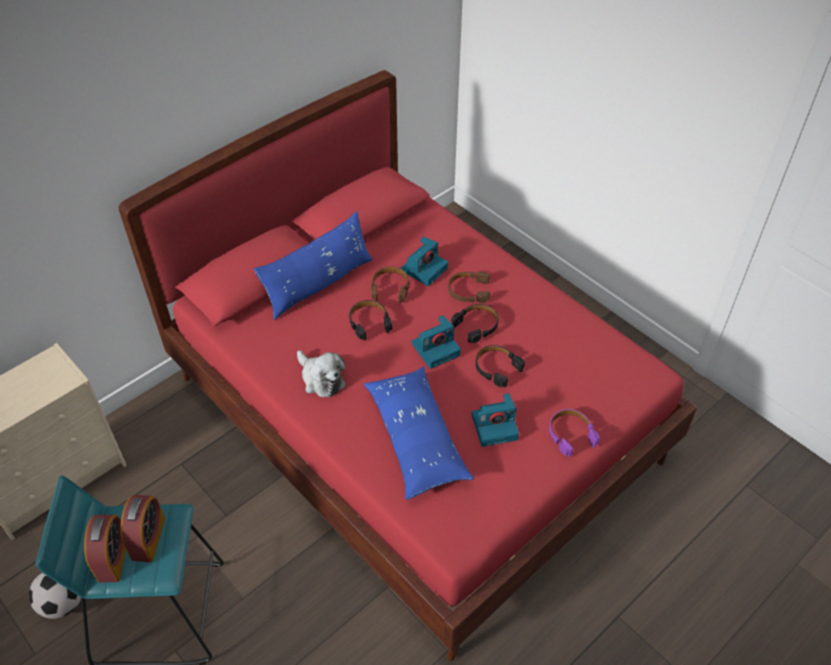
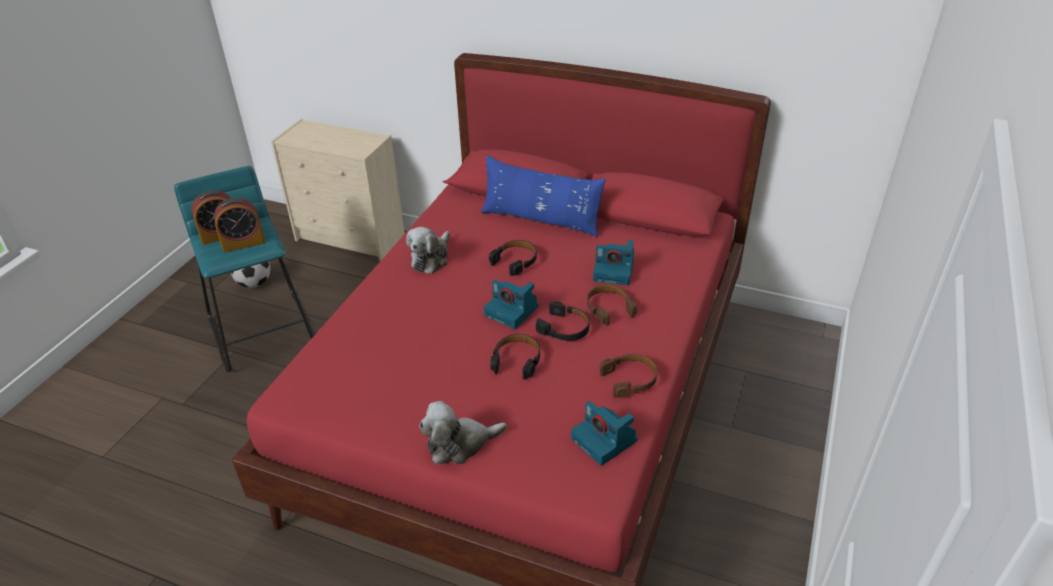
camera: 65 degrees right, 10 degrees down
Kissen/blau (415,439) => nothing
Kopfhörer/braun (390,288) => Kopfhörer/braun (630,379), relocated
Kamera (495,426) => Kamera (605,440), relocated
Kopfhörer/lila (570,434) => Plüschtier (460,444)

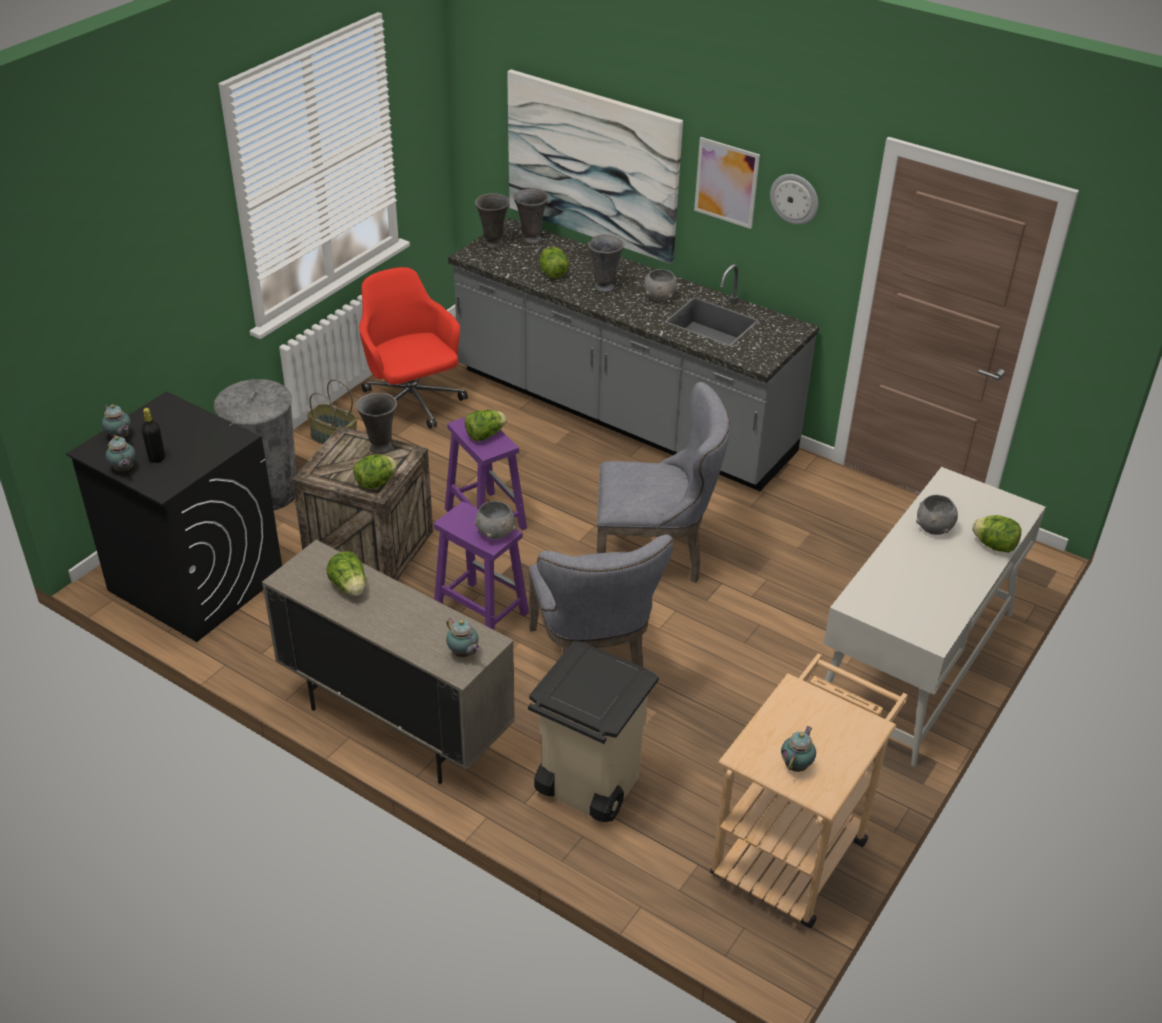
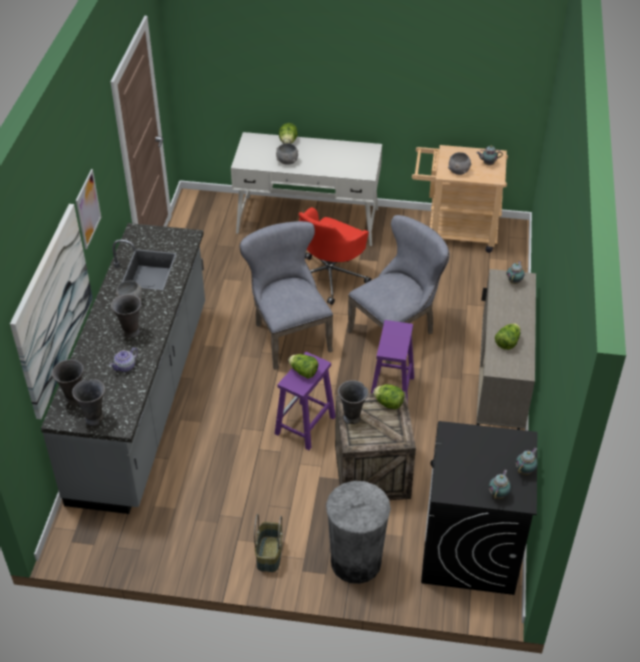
camera: 115 degrees left, 5 degrees up
Flasche/schwarz (157,458) => nothing
Mülleimer/beige (587,786) => nothing
Wanduhr (795,198) => nothing
Bürostuhl/rot (412,405) => Bürostuhl/rot (330,277), relocated
Schüssel/grau (495,533) => Schüssel/grau (459,171), relocated
Salatkopf (553,274) => Teekanne (125,366)

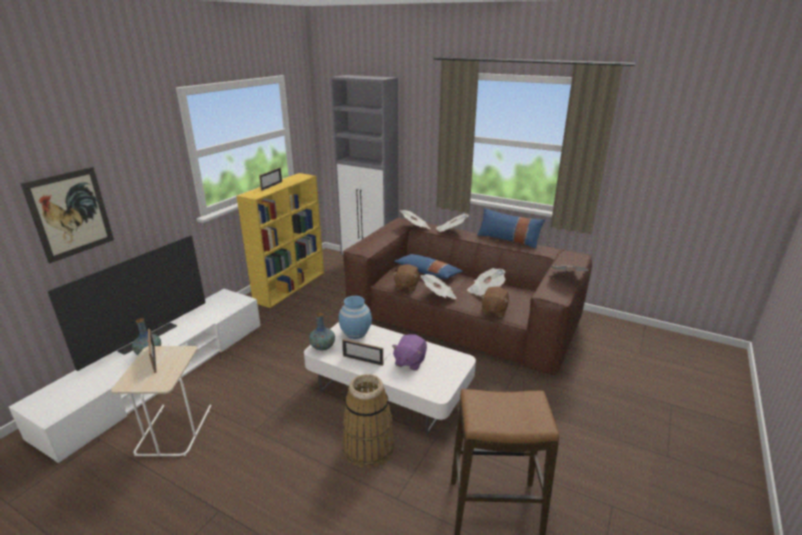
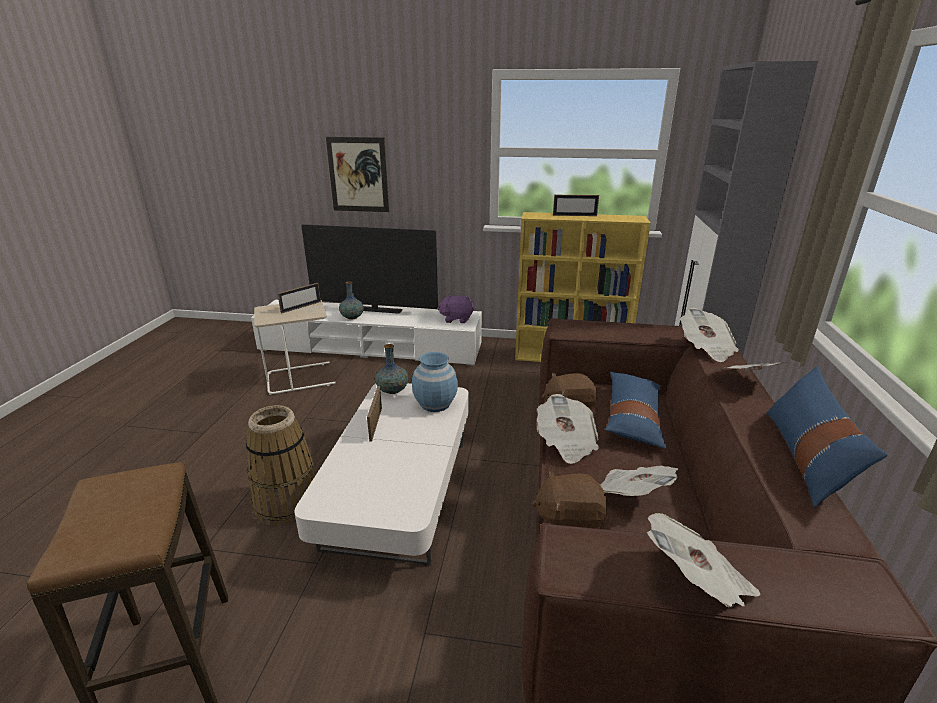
camera: 70 degrees right, 0 degrees up
Plüschtier/lila (409,361) => Plüschtier/lila (456,319), relocated

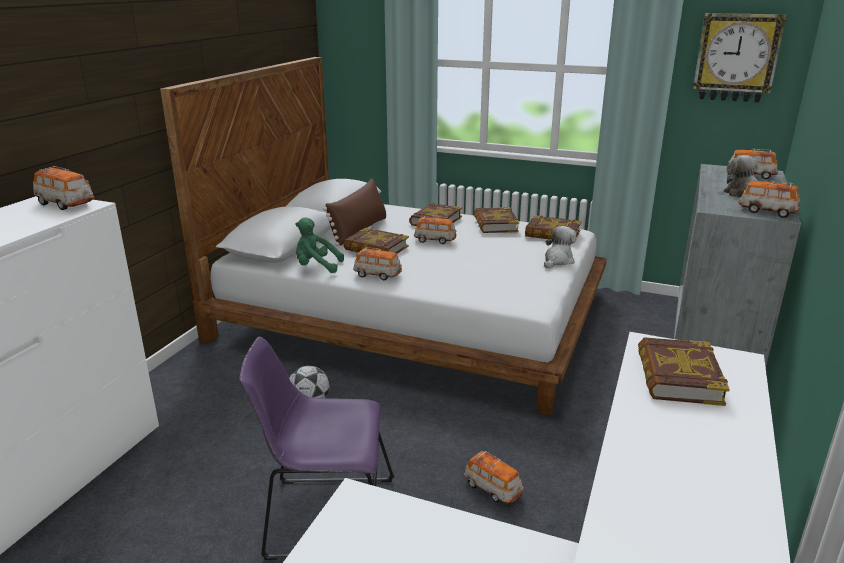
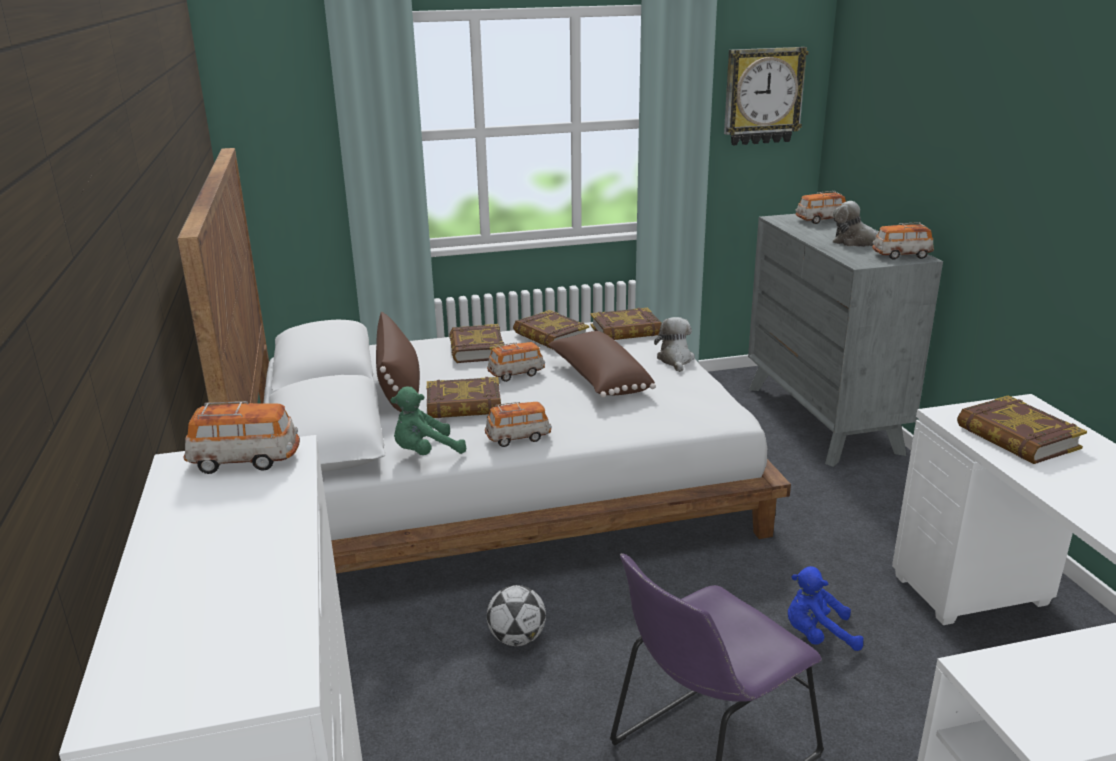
camera: 35 degrees left, 0 degrees up
nothing => Kissen/braun (599,380)
Spielzeugauto (493,489) => Plüschtier/blau (817,635)

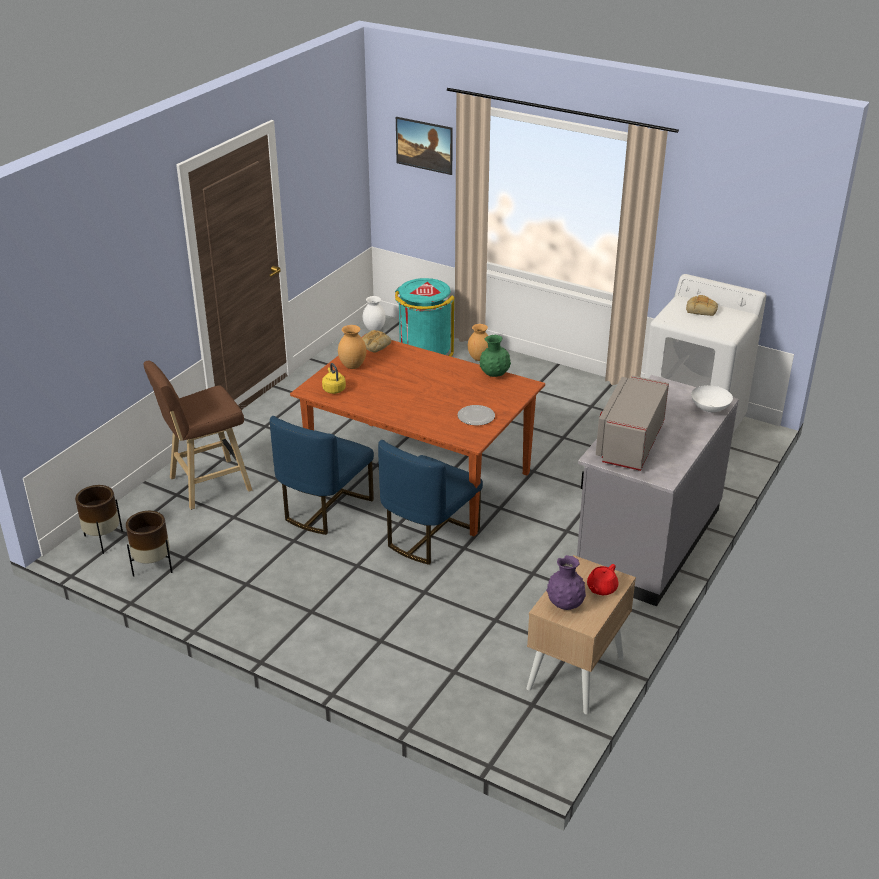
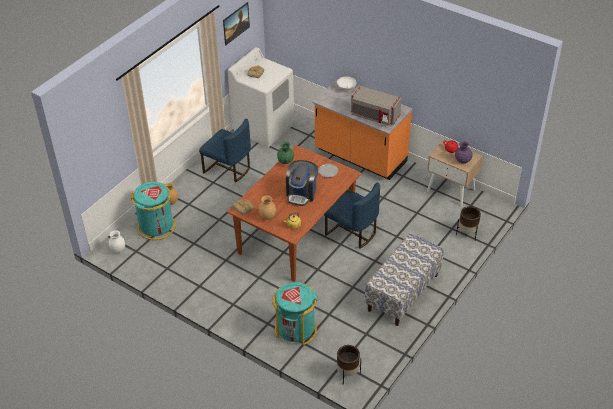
camera: 85 degrees left, 10 degrees up
nothing => Kaffeemaschine (301,193)
nothing => Bank (403,293)
Pflanzkübel/braun (152,567) => Pflanzkübel/braun (467,234), relocated
Stuhl/blau (324,508) => Stuhl/blau (228,169), relocated
Bild (424,157) => Bild (236,29), relocated
Hocker/braun (206,485) => Mülleimer/türkis (296,329)
Küchenzeile/grau (647,541) => Küchenzeile/orange (360,157)

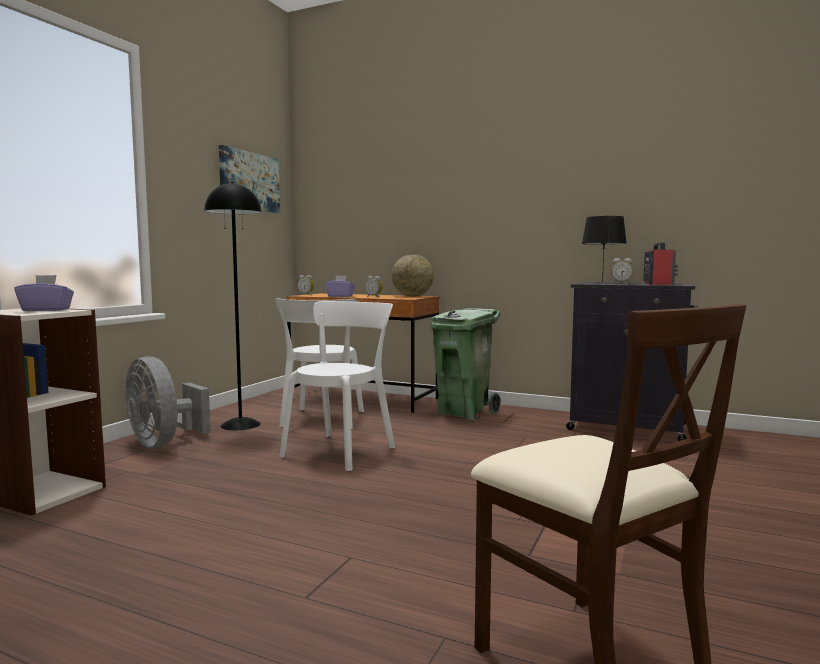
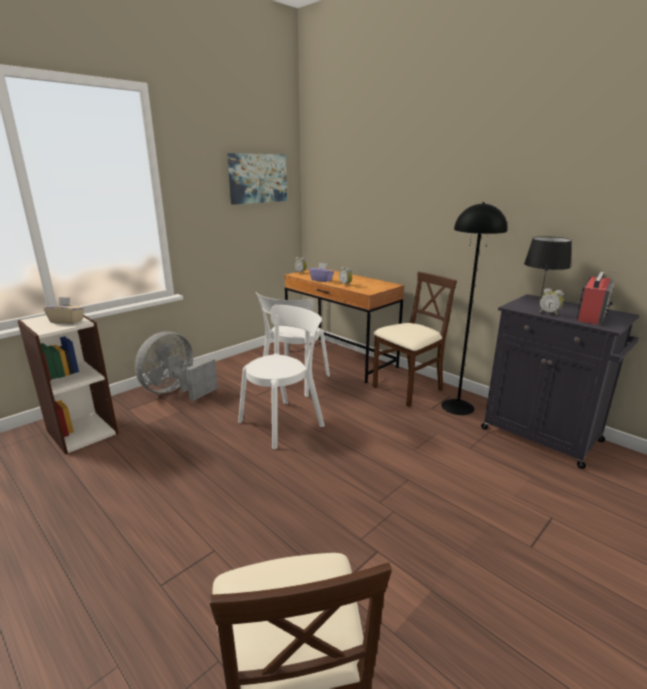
camera: 20 degrees right, 15 degrees up
Globus (412,296) => nothing
Stehlampe/schwarz (240,424) => Stehlampe/schwarz (457,406), relocated
Mülleimer/grün (464,412) => Stuhl/beige (408,390)
Taschentuchbox/lila (46,310) => Taschentuchbox/beige (67,321)
Ventilator/grau (163,443) => Ventilator/grau (176,392), 60 degrees clockwise

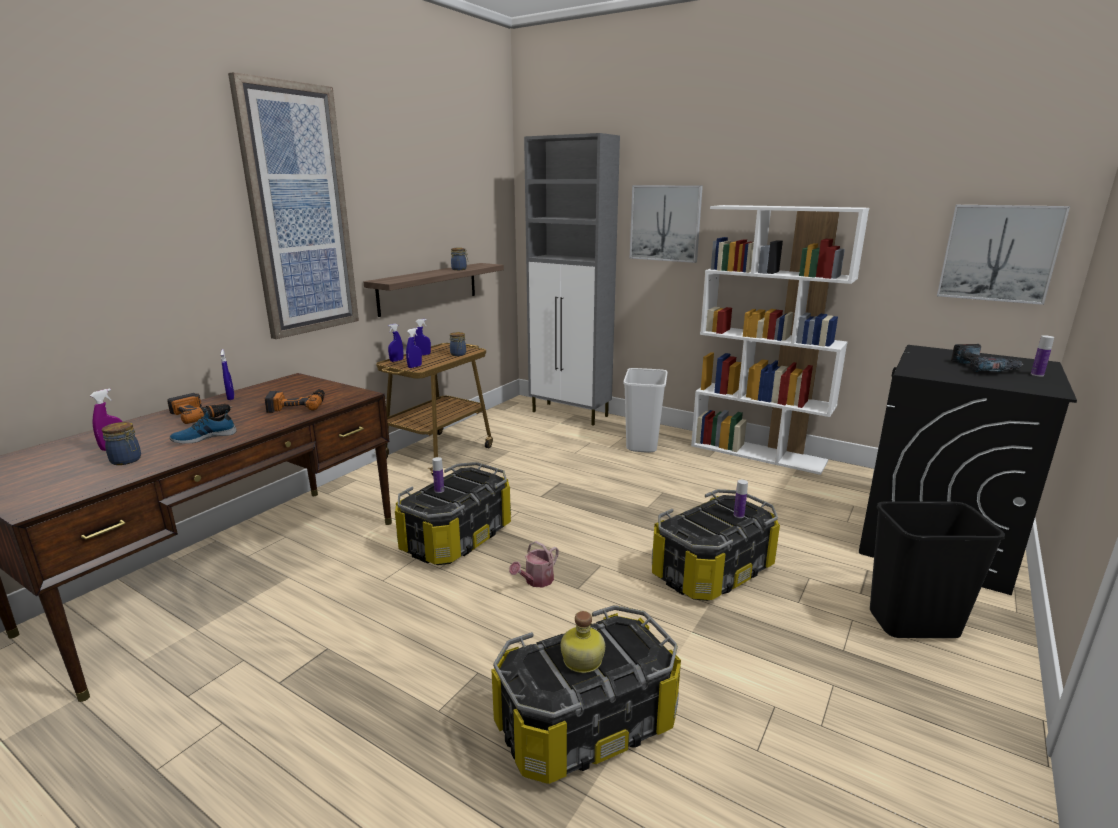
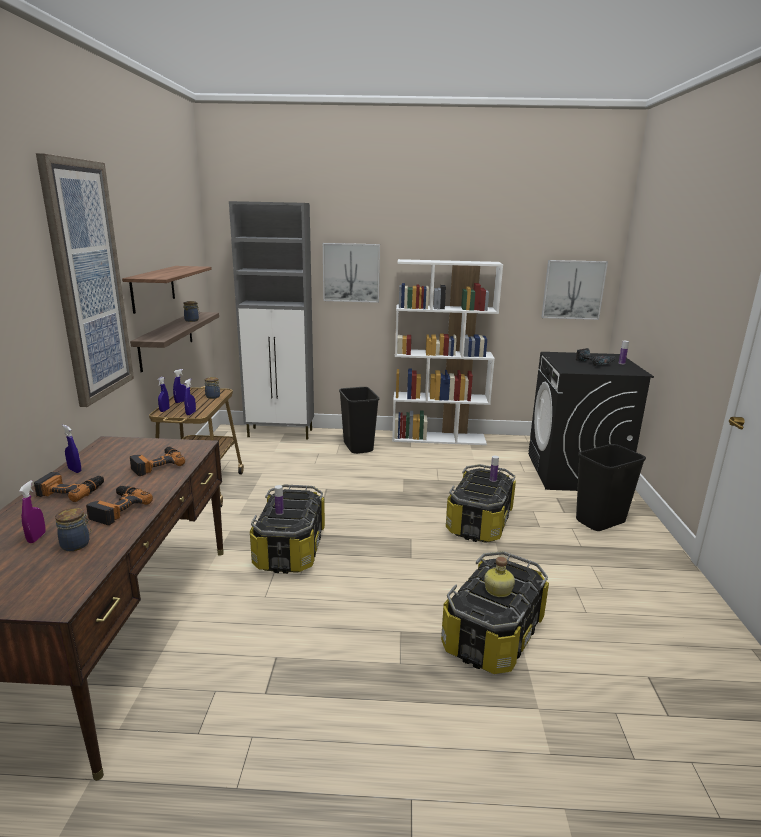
camera: 30 degrees left, 0 degrees up
Gießkanne (536,581) => nothing
nothing => Wandregal (153,288)
Schuh (204,437) => Bohrmaschine (117,508)
Mülleimer/weiß (641,444) => Mülleimer/schwarz (357,447)

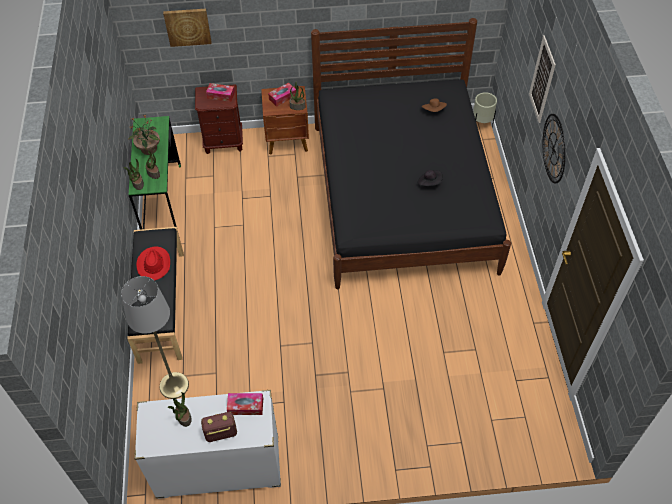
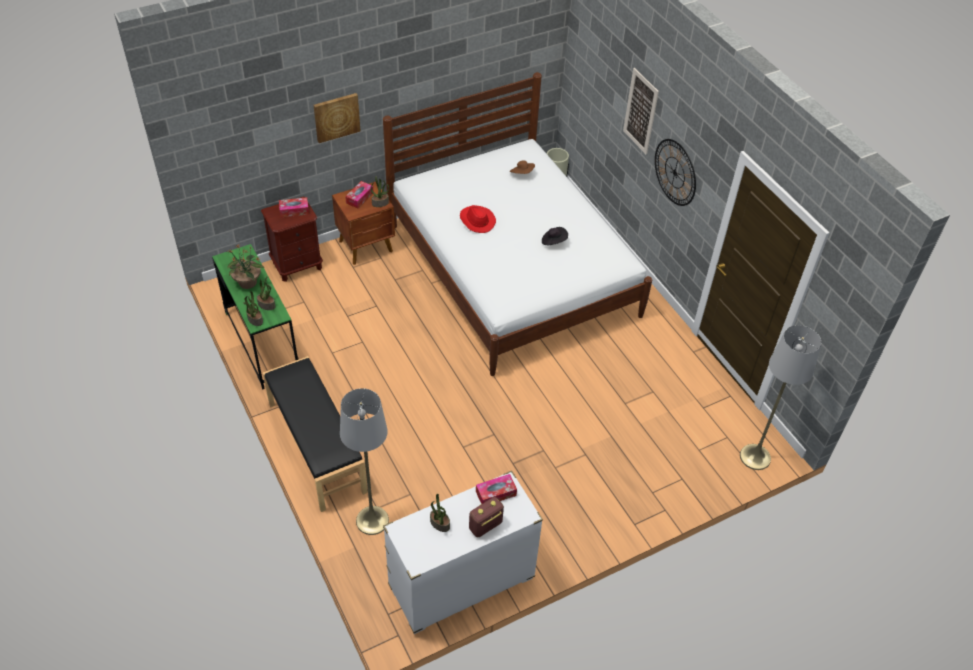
camera: 25 degrees left, 5 degrees down
nothing => Stehlampe/grau (755,457)
Hut/rot (154,264) => Hut/rot (476,220), relocated
Bild (187,26) => Bild (336,117), relocated
Bett/schwarz (402,196) => Bett/weiß (512,270)

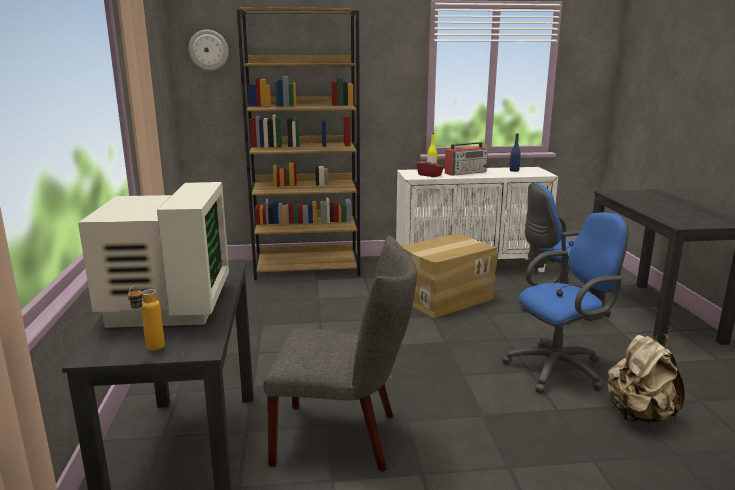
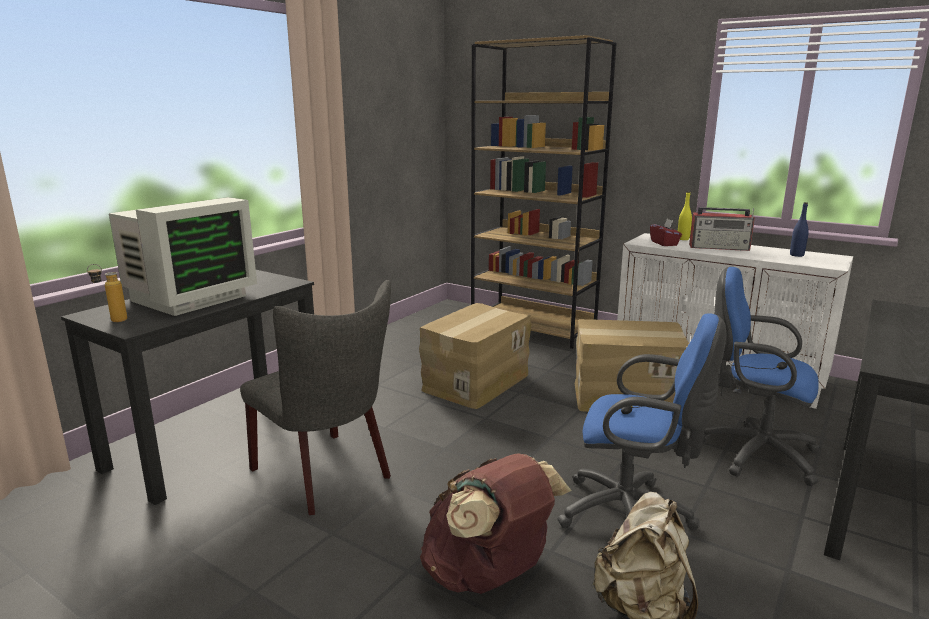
camera: 40 degrees right, 0 degrees up
Wanduhr (208,50) => nothing
nothing => Karton (475,382)
nothing => Rucksack/braun (489,575)

